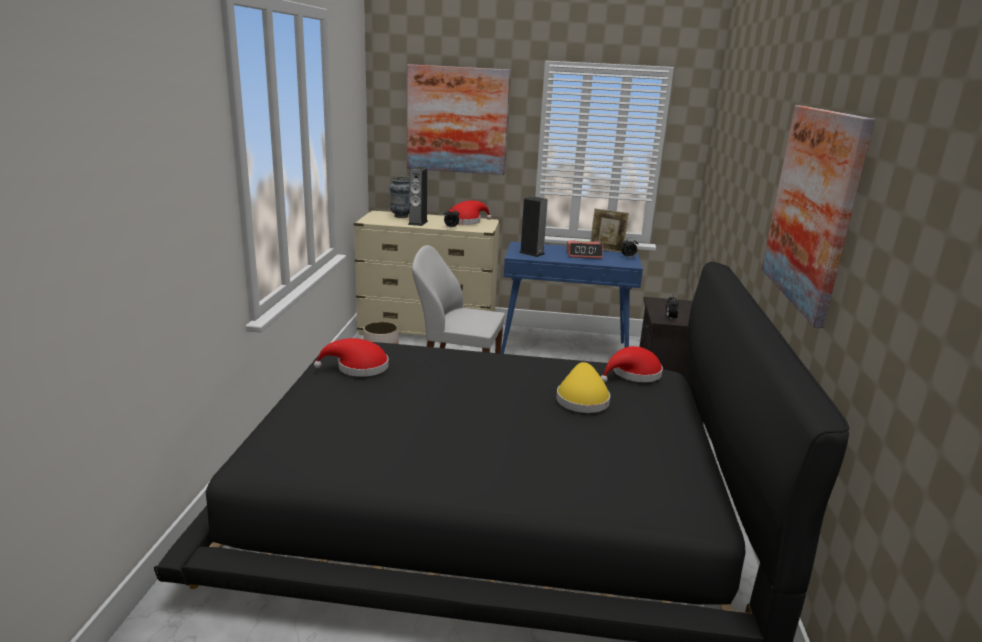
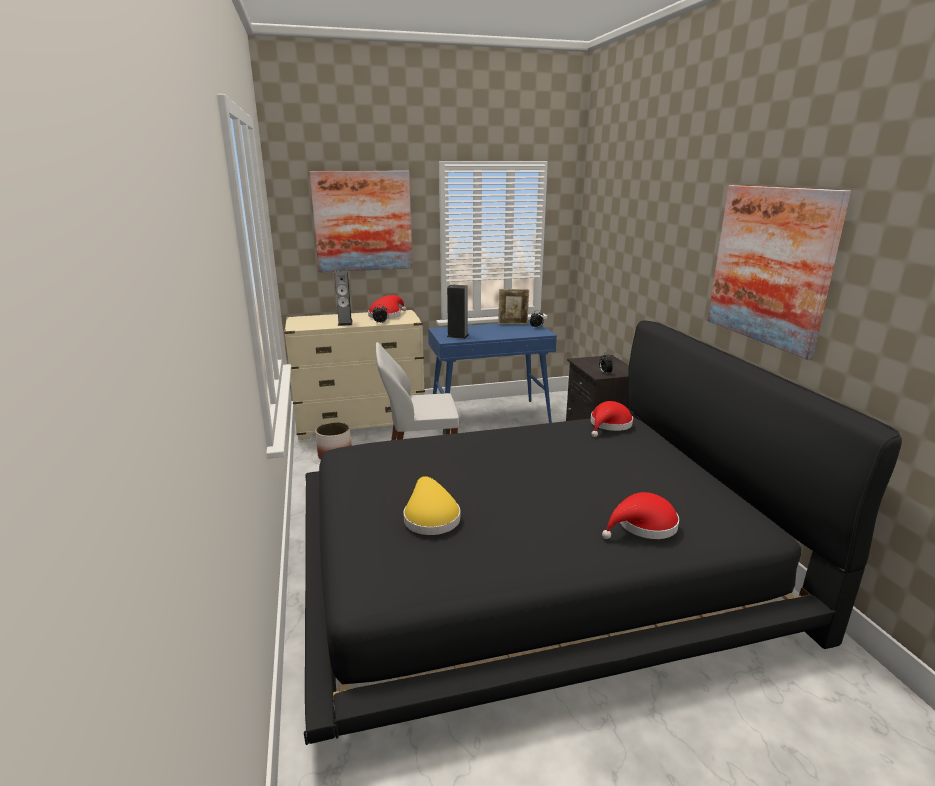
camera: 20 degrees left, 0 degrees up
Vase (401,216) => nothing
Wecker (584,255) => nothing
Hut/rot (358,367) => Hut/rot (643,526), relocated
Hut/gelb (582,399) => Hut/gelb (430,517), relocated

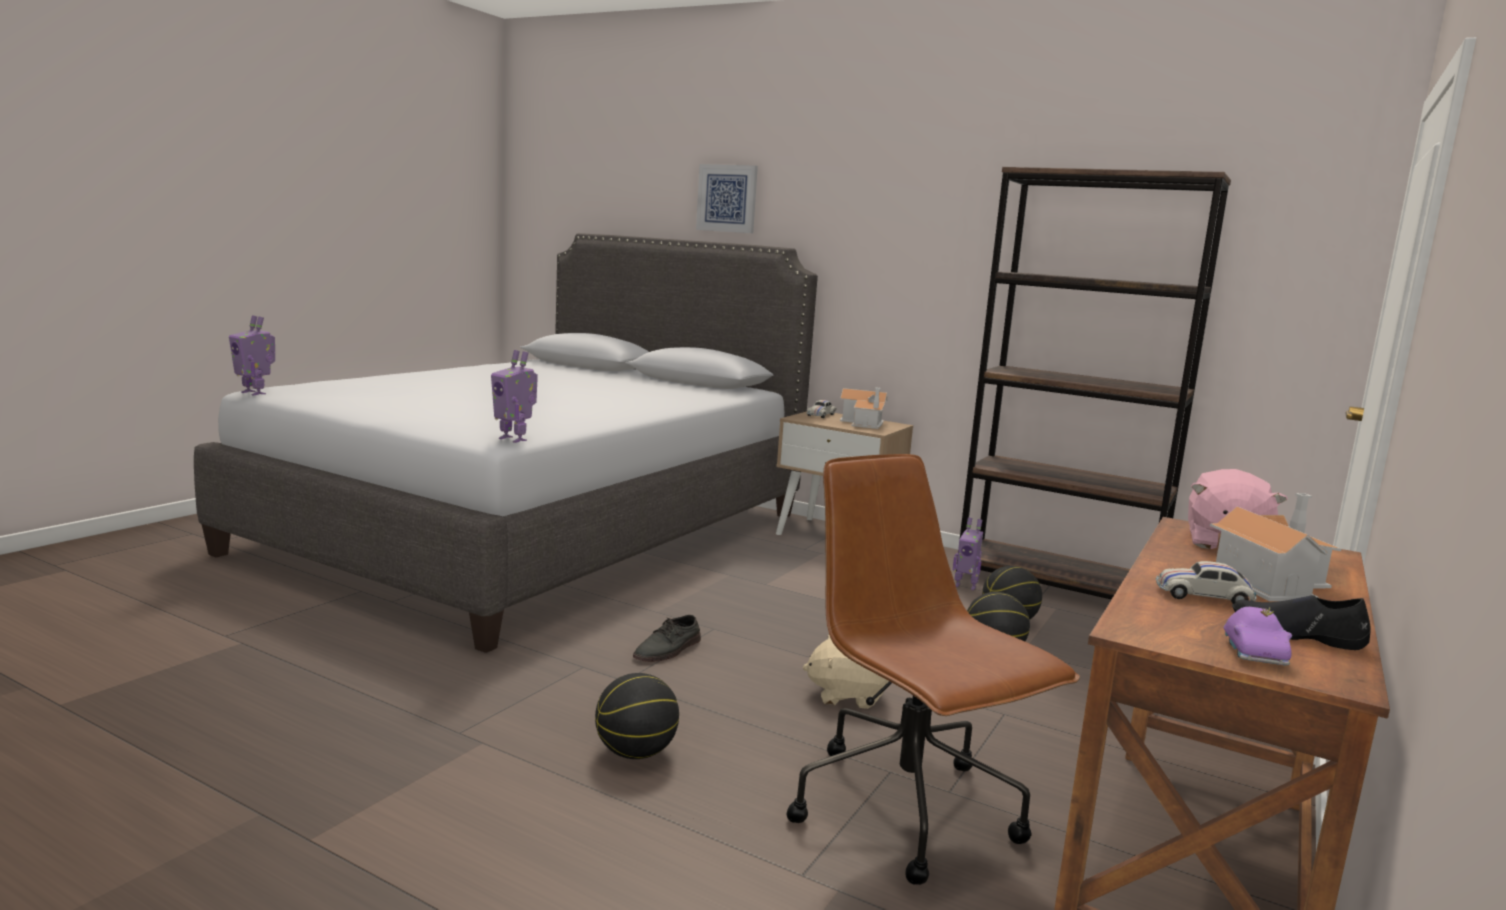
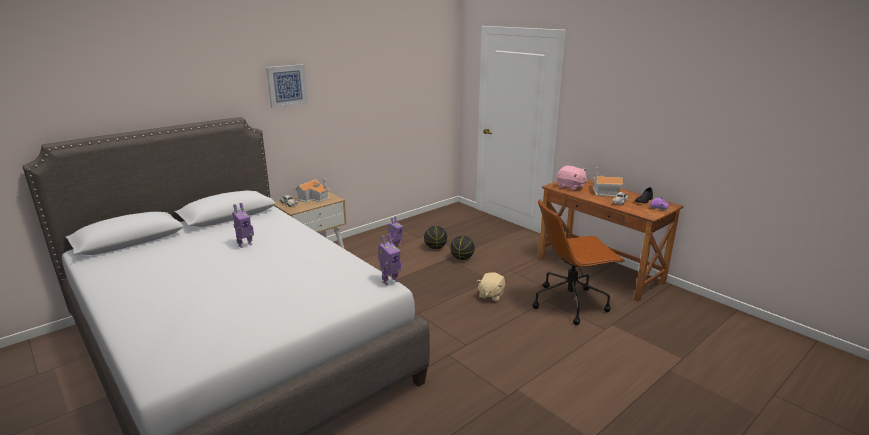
camera: 70 degrees left, 10 degrees up
Basketball (635,753) => nothing
Schuh/grau (668,650) => nothing
Bücherregal/braun (1057,586) => nothing
Spielzeugroboter (255,393) => Spielzeugroboter (245,245), relocated
Bild (727,198) => Bild (287,85), relocated

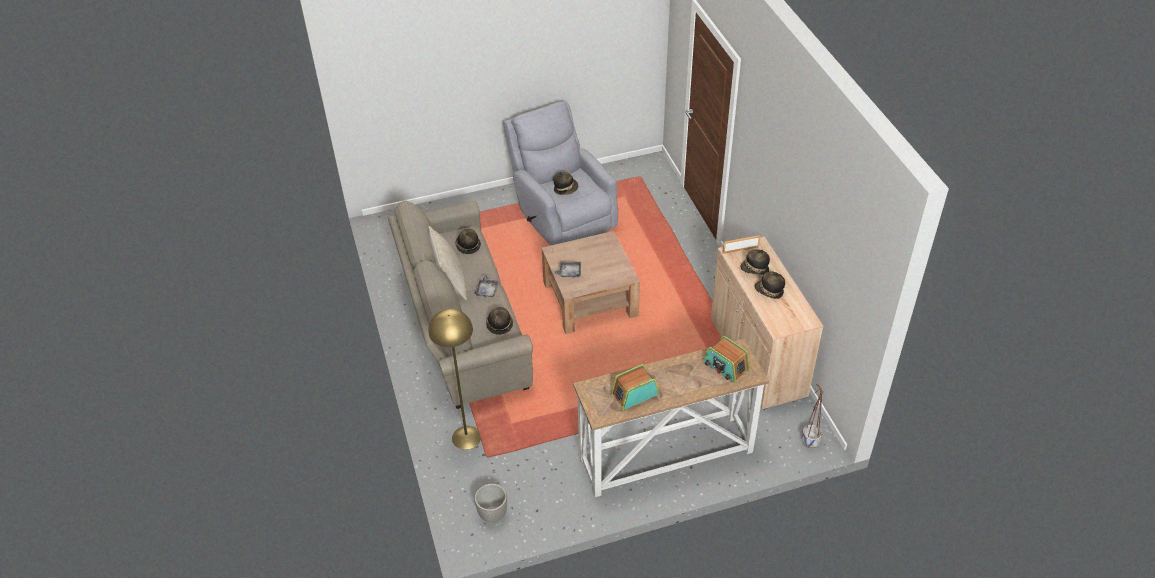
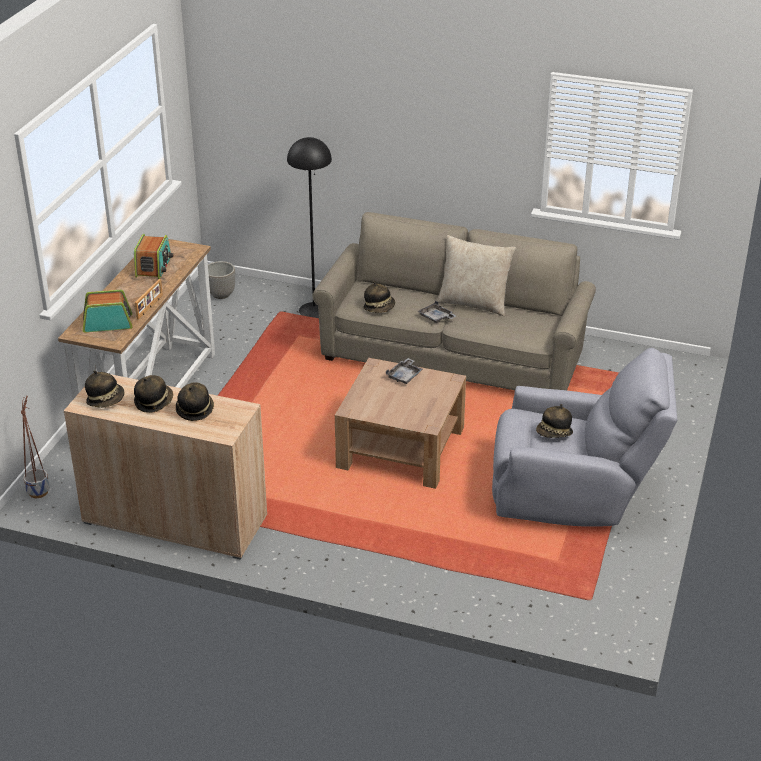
camera: 125 degrees right, 10 degrees down
Hut (468,246) => Hut (106,400), relocated
Bilderrahmen (740,249) => Bilderrahmen (150,307), relocated
Stehlampe/gelb (466,437) => Stehlampe/schwarz (314,310)

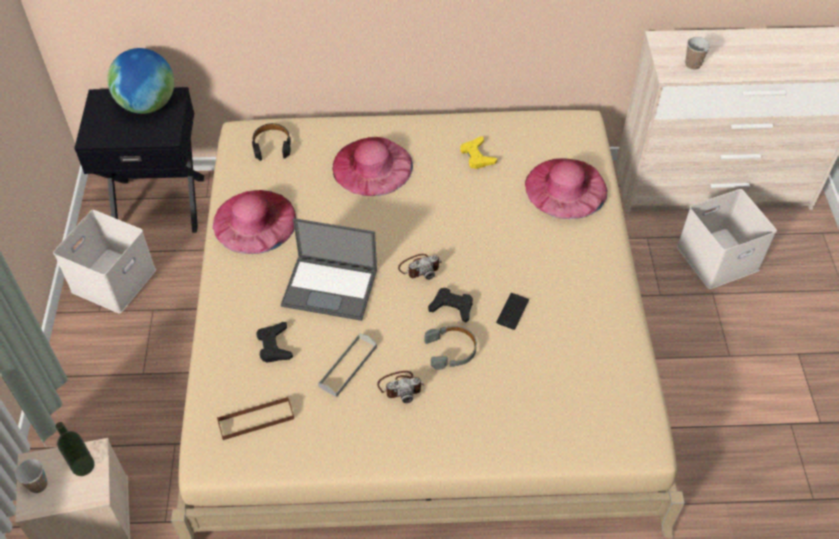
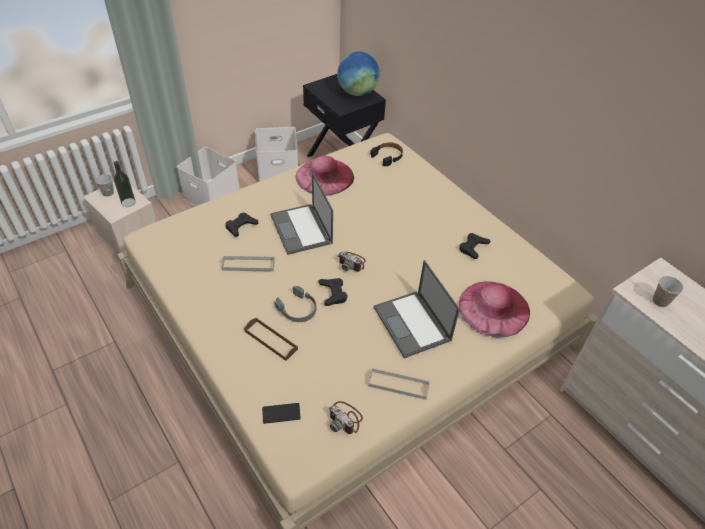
camera: 55 degrees right, 5 degrees down
Hut/rosa (372,166) => nothing
nothing => Tablett/grau (398,385)
nothing => Laptop (412,324)
Tablett/braun (256,420) => Tablett/braun (271,340), relocated
Kamera (401,386) => Kamera (345,419), relocated
Handy (512,311) => Handy (281,413), relocated
Aufbewahrungsbox/weiß (717,259) => Aufbewahrungsbox/weiß (211,196), relocated
Gamepad/gelb (477,156) => Gamepad/schwarz (473,247)

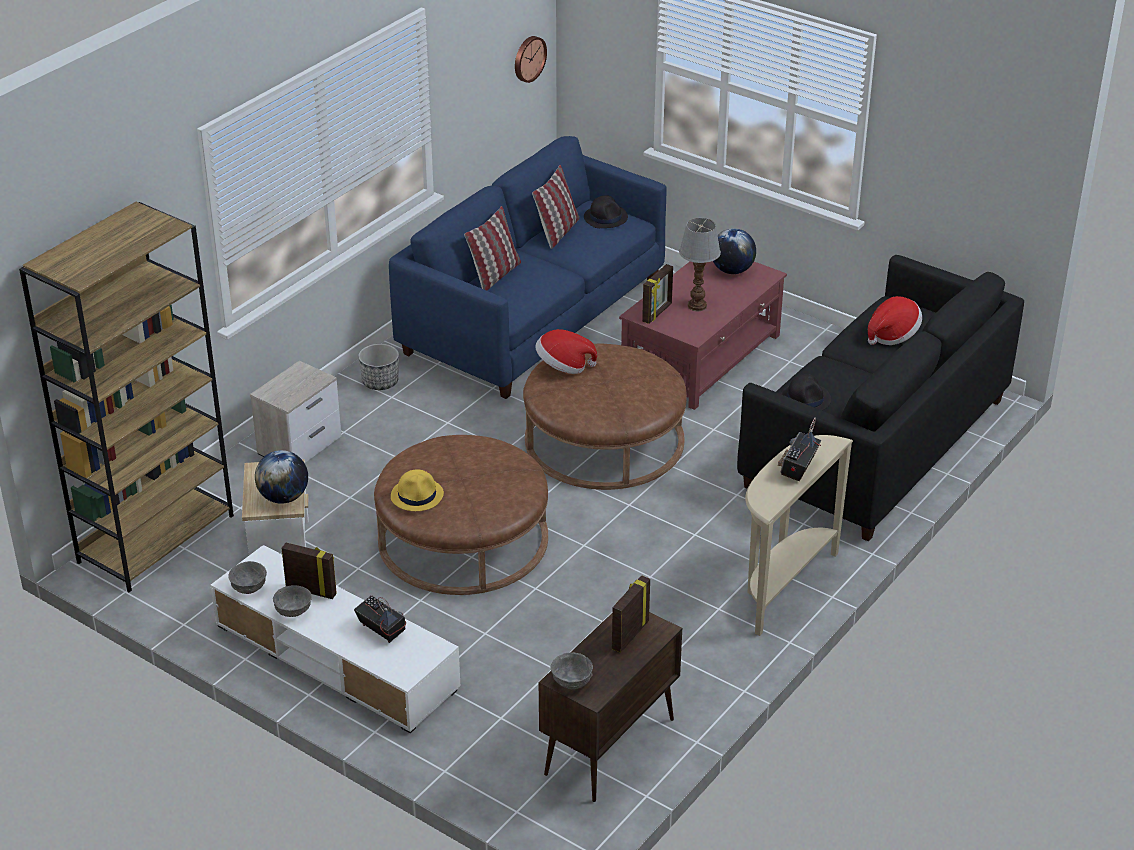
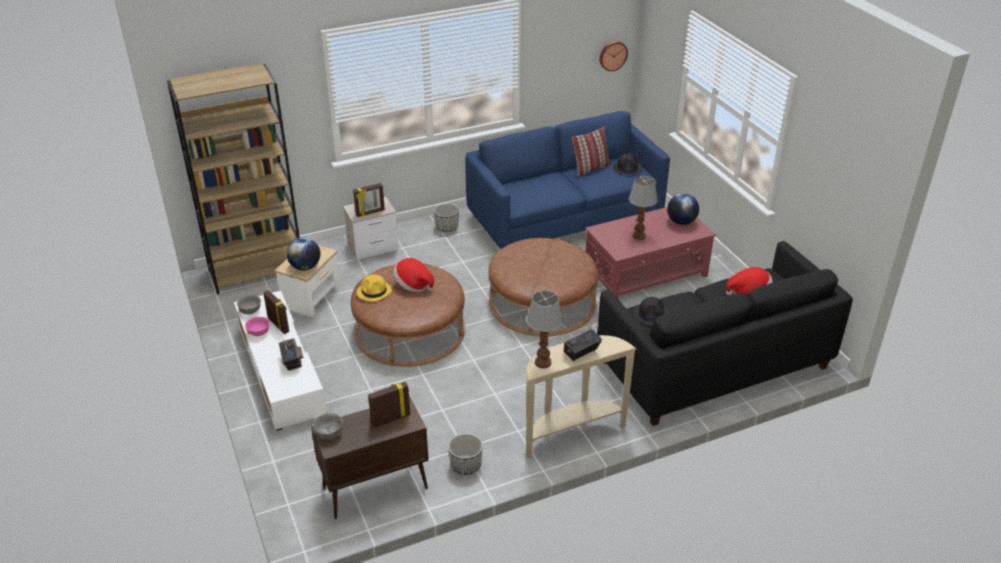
camera: 30 degrees right, 0 degrees up
Kissen (495,275) => nothing
nothing => Pflanzkübel (466,465)
nothing => Tischlampe (543,362)
Hut (563,367) => Hut (413,285), relocated
Bilderrahmen (657,313) => Bilderrahmen (370,213), relocated
Schüssel/grau (293,611) => Schüssel/rosa (258,332)

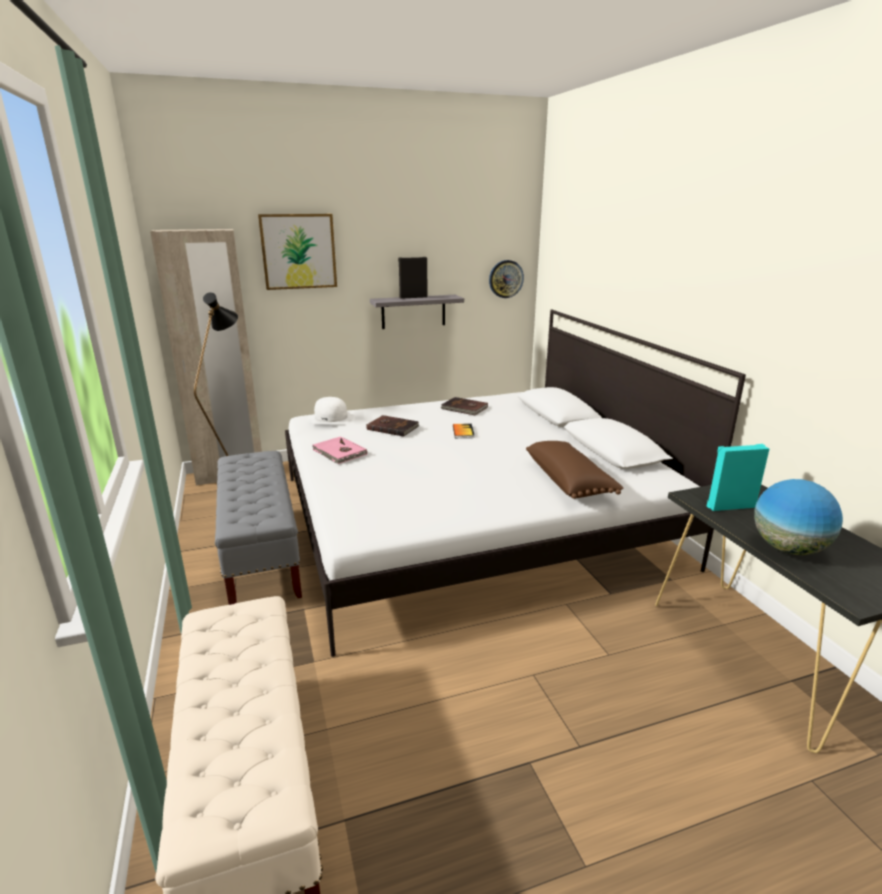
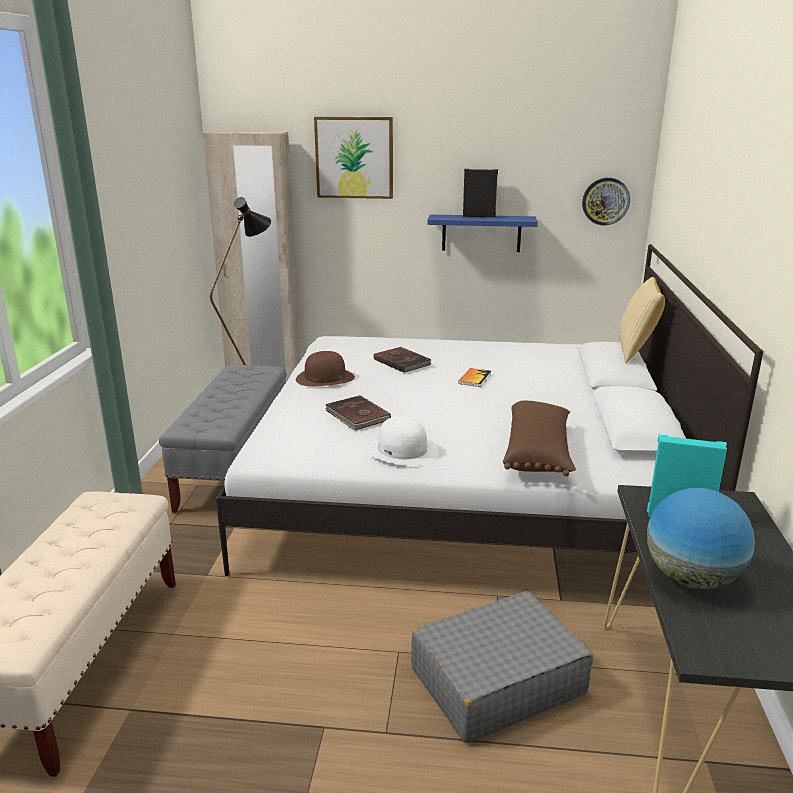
camera: 25 degrees right, 0 degrees up
nothing => Koffer/grau (496,681)
nothing => Kissen (636,351)
Hut/weiß (331,418) => Hut/weiß (403,451), relocated
Buch/braun (464,408) => Buch/braun (357,416), relocated
Buch/rosa (339,452) => Hut/braun (325,378)
Wandregal/grau (413,311) => Wandregal/blau (481,233)

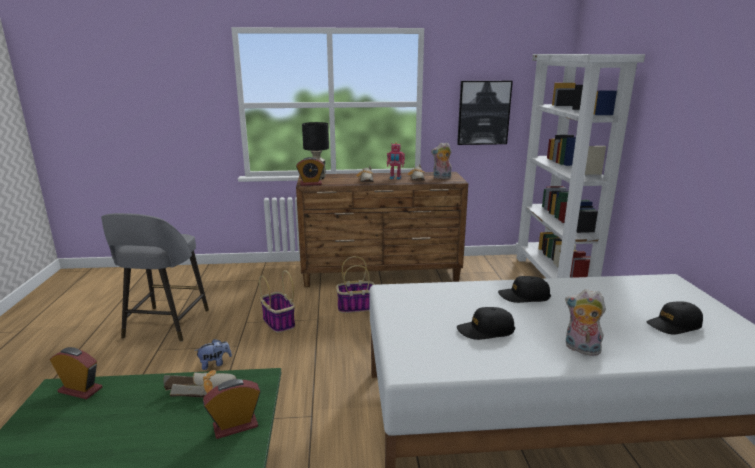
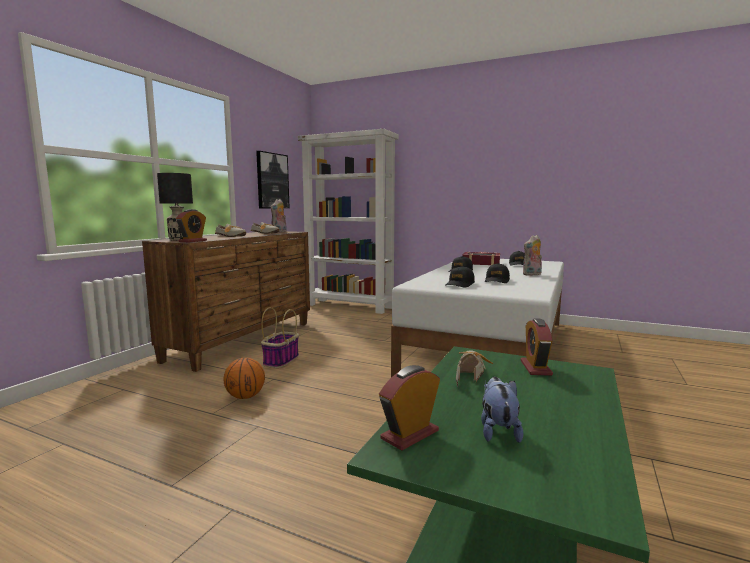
camera: 60 degrees left, 10 degrees down
Hocker/grau (165,325) => nothing
Spielzeugroboter (395,178) => nothing
nothing => Kappe/schwarz (460,284)
nothing => Buch (481,263)
Plüschtier (215,364) => Plüschtier (498,431), relocated
Korb (278,322) => Basketball (245,397)

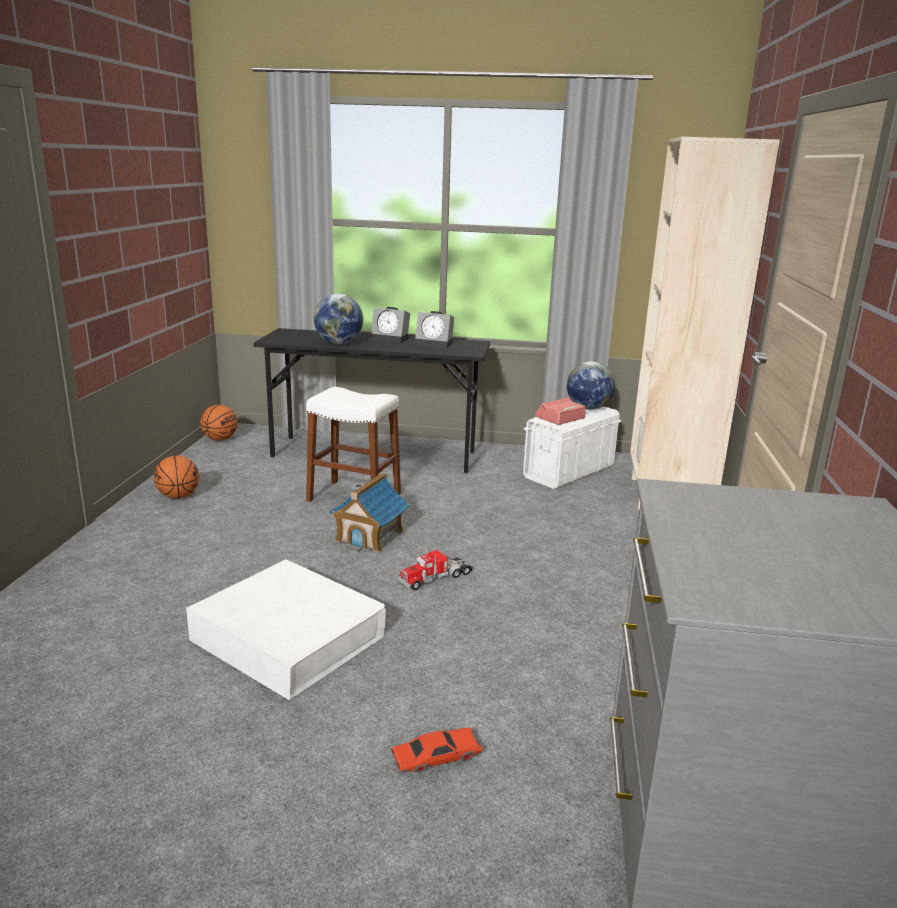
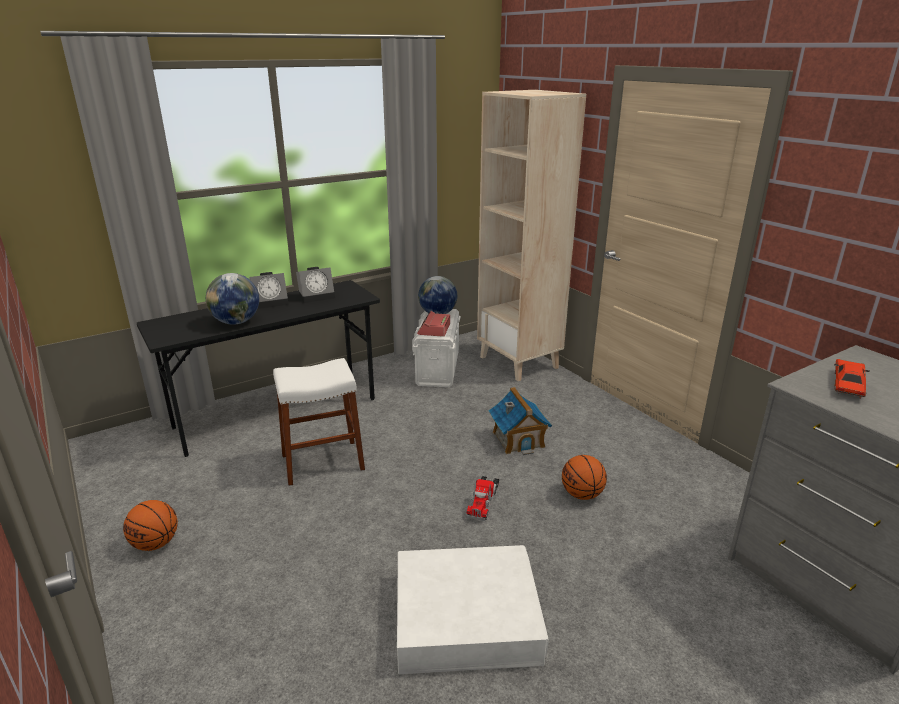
camera: 40 degrees left, 5 degrees up
Basketball (220,439) => Basketball (581,494), relocated
Spielzeughaus (370,536) => Spielzeughaus (518,439), relocated
Spielzeugauto/rot (436,758) => Spielzeugauto/rot (847,385), relocated

